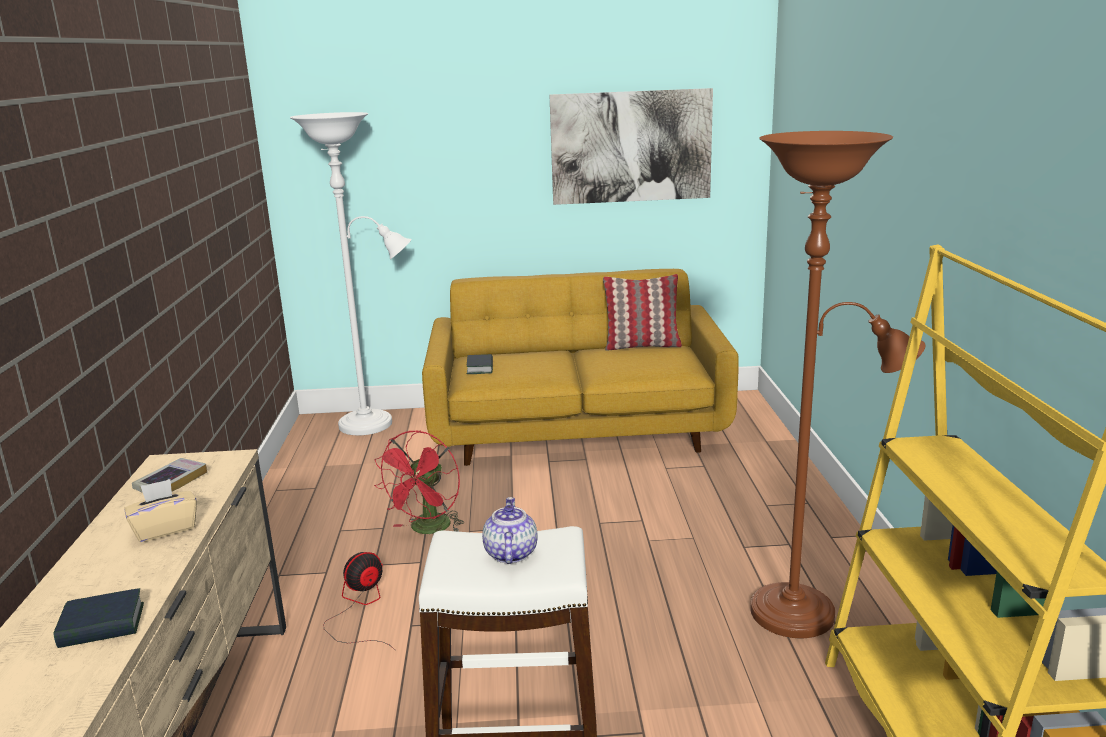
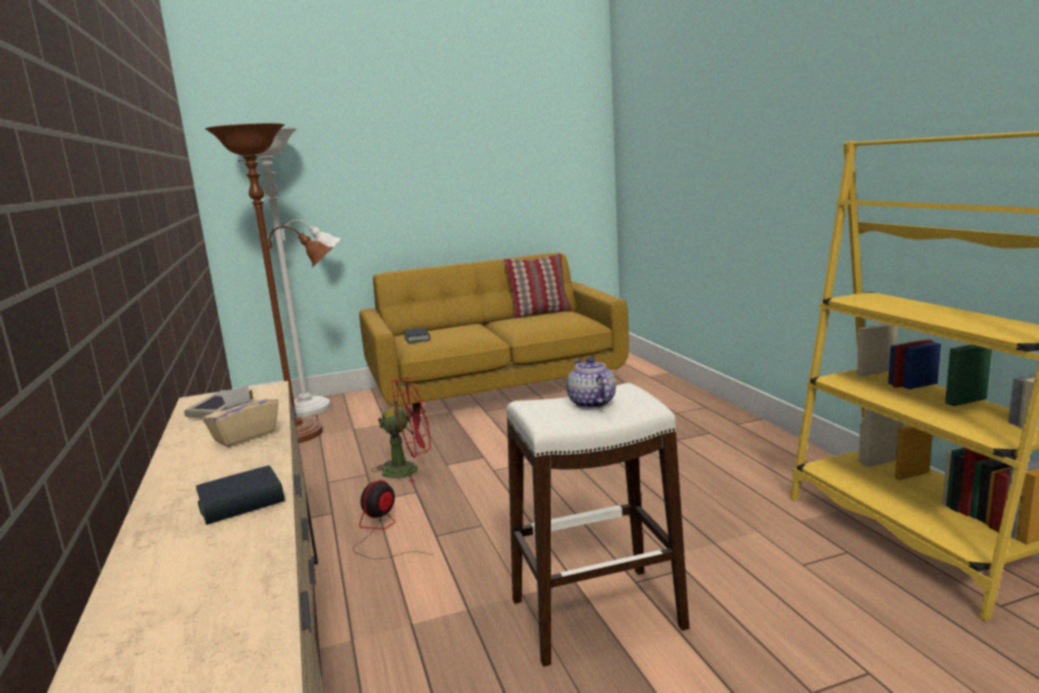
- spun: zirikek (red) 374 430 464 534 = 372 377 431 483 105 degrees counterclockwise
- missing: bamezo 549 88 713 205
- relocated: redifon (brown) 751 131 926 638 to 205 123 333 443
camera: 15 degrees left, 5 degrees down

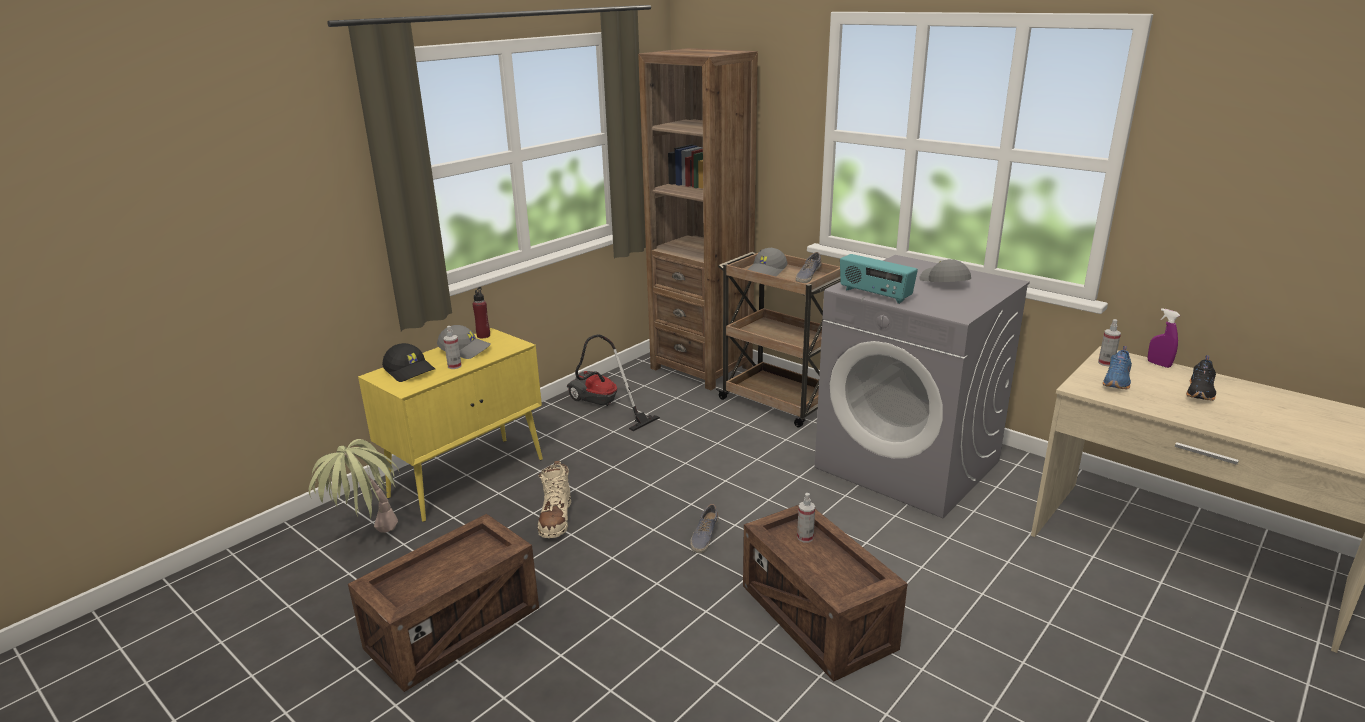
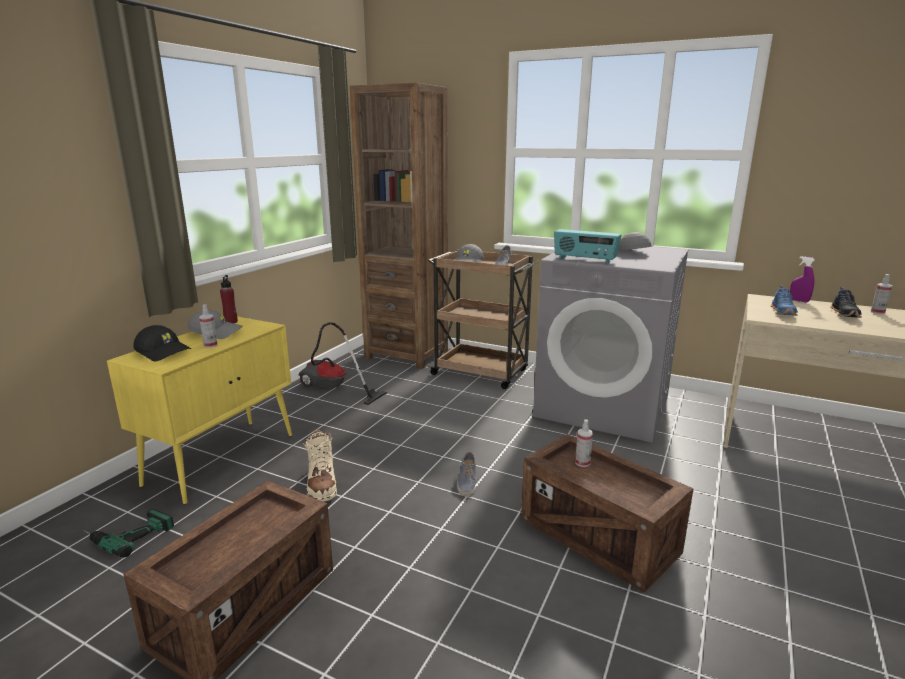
- exchanged: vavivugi 309 439 400 533 to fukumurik 83 509 174 558
- relocated: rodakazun 1098 319 1121 366 to 871 274 892 314
camera: 15 degrees left, 5 degrees down

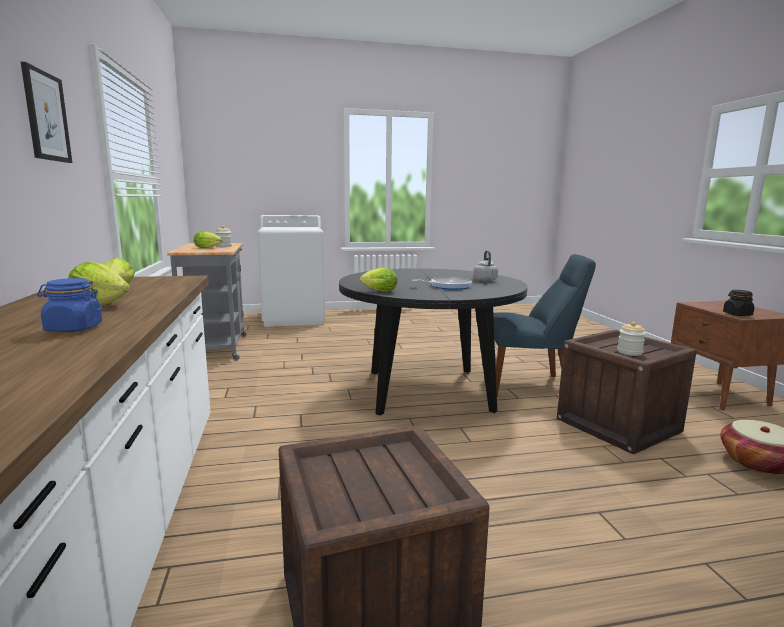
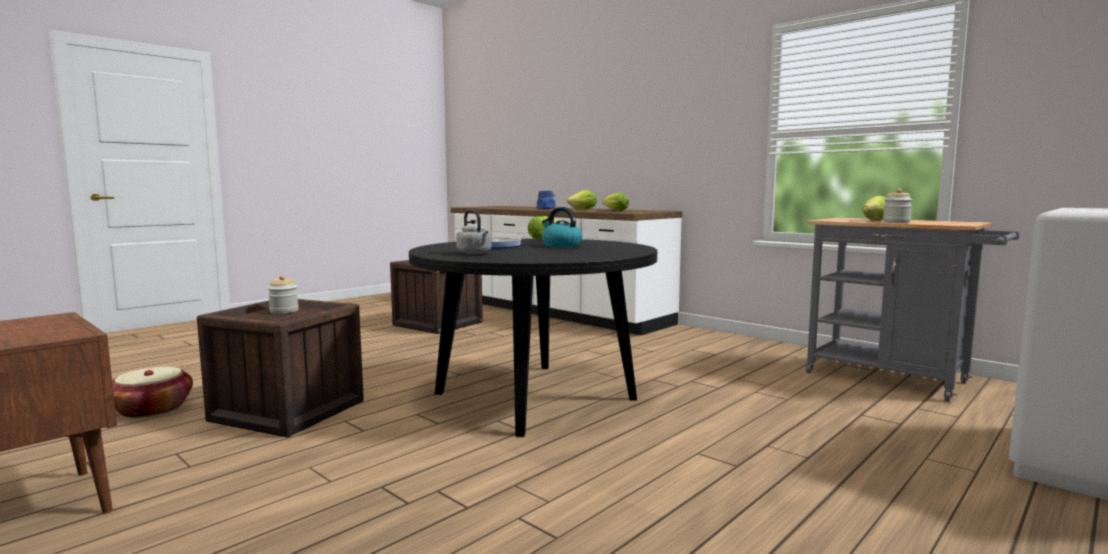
- missing: bamezo 21 62 72 163
- missing: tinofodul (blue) 493 254 596 396
- missing: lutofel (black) 723 290 754 316
- appeared: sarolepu 542 207 582 248
camera: 145 degrees right, 5 degrees down

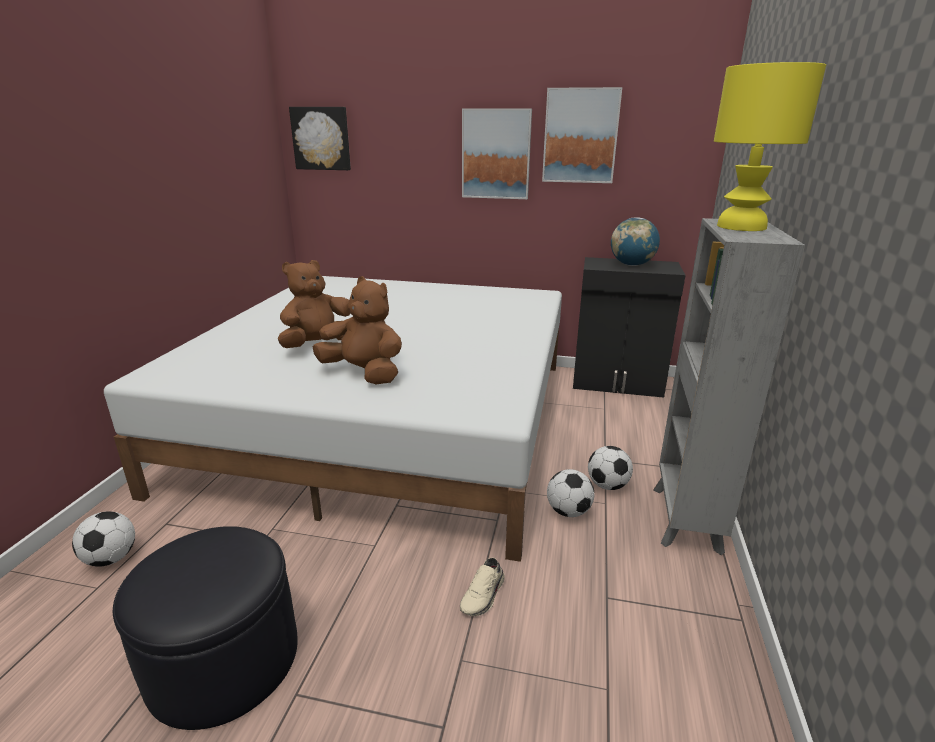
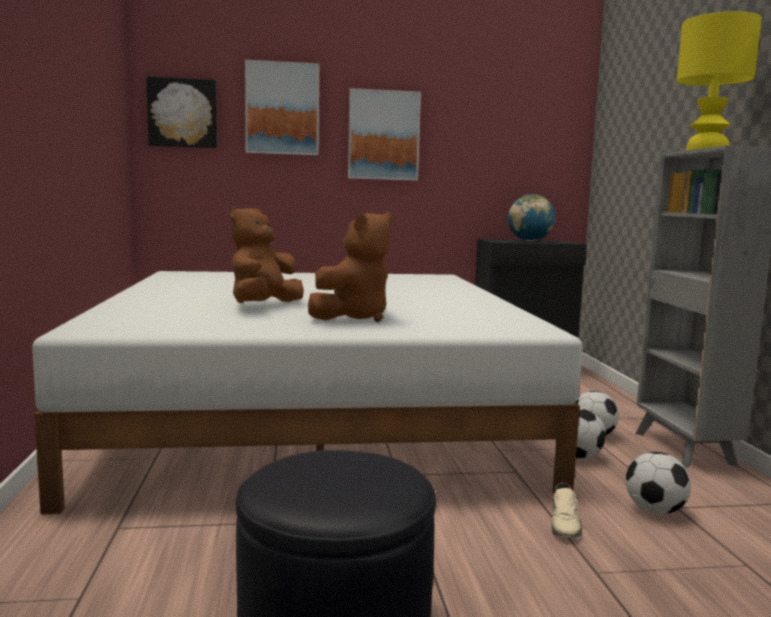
- relocated: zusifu 72 511 135 567 to 626 452 691 514
- spun: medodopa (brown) 313 276 402 384 = 308 212 392 322 120 degrees clockwise
- relocated: bamezo 542 87 622 183 to 245 60 319 155
camera: 20 degrees left, 15 degrees down

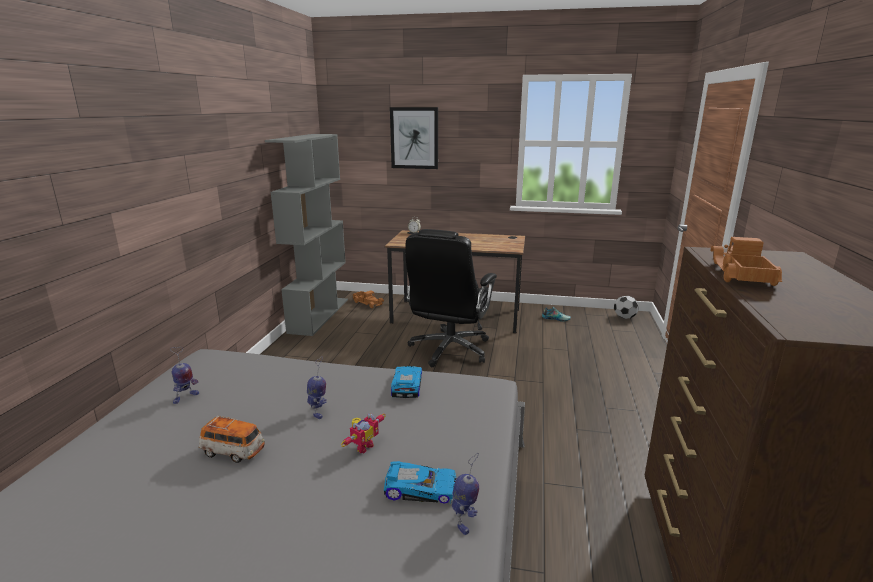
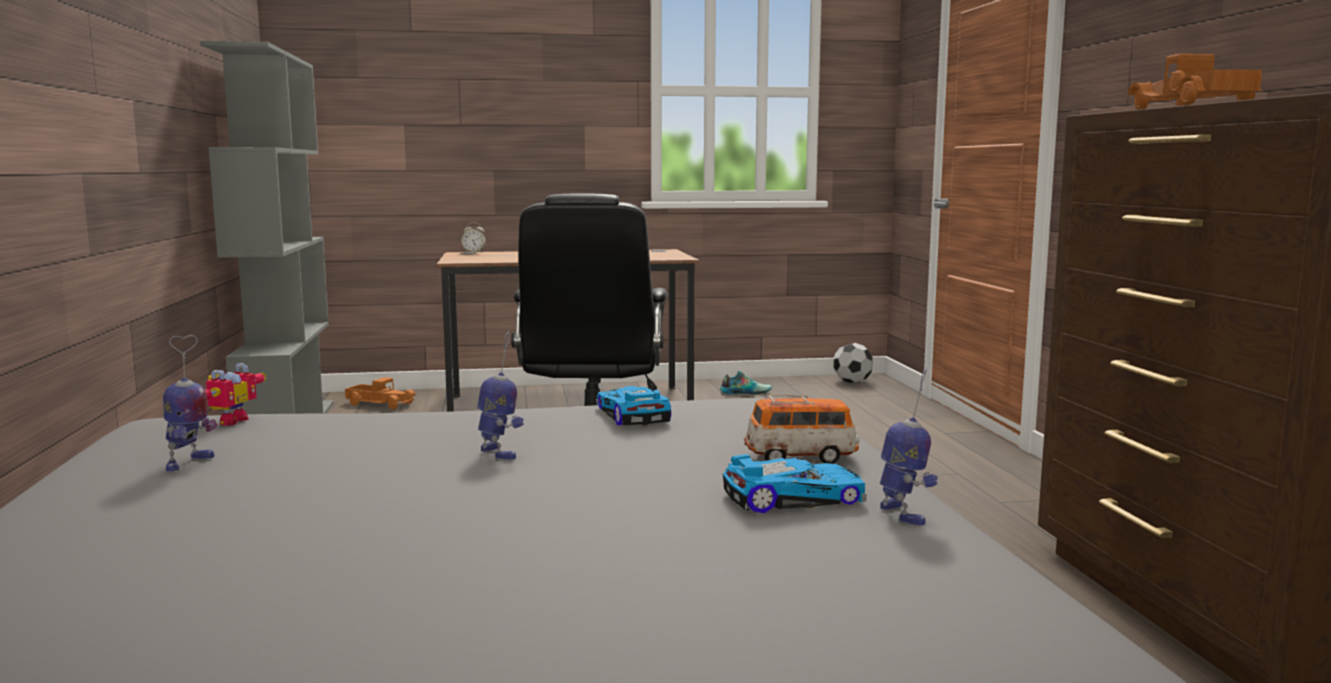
- relocated: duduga 199 416 265 463 to 744 395 860 464
- relocated: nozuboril 341 413 386 453 to 205 363 267 426
- missing: bamezo 390 107 438 169
camera: 20 degrees left, 10 degrees down

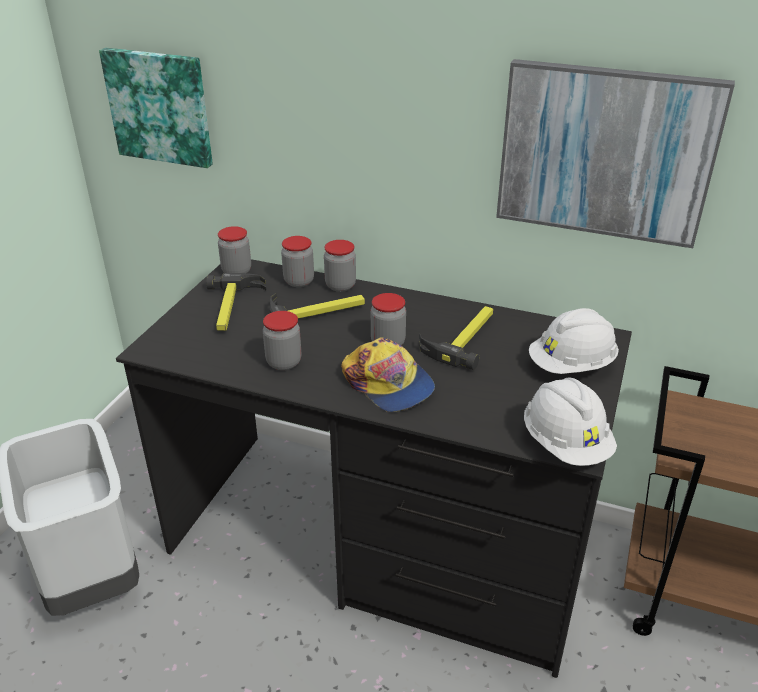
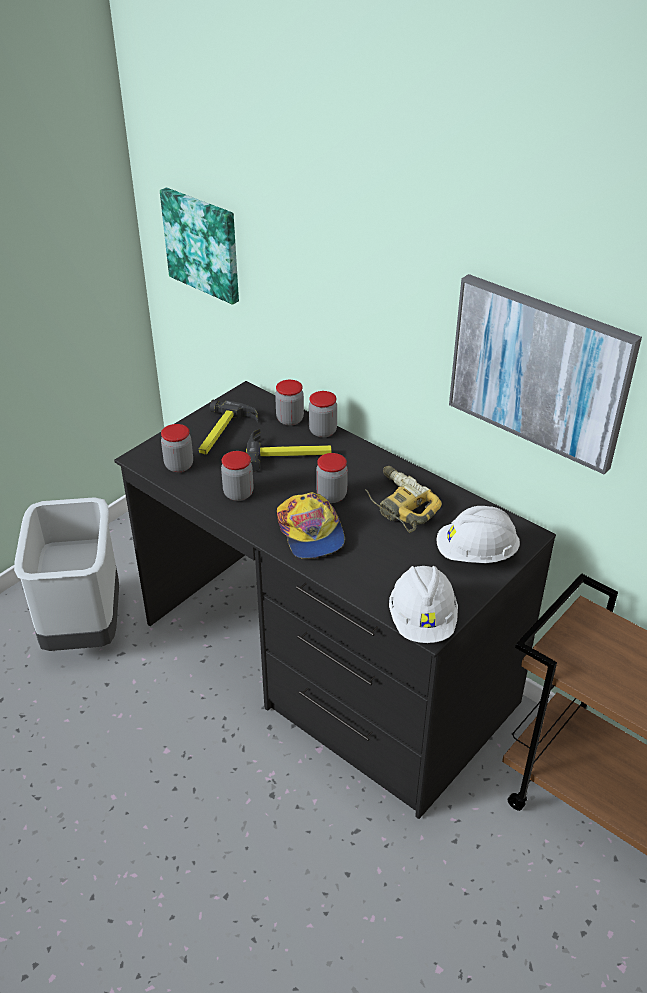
- relocated: lutofel 218 226 251 273 to 161 424 193 472
- exchanged: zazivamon 419 306 493 370 to fukumurik 365 466 442 533
camera: 20 degrees right, 5 degrees up

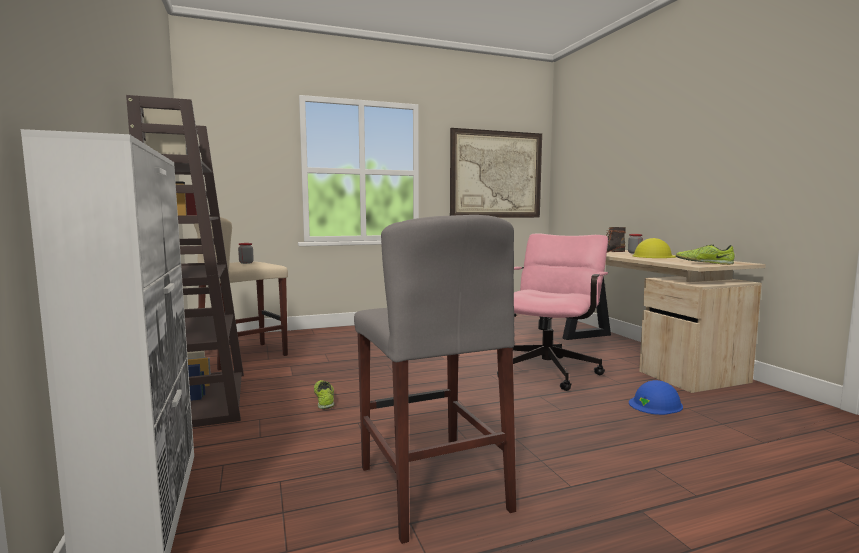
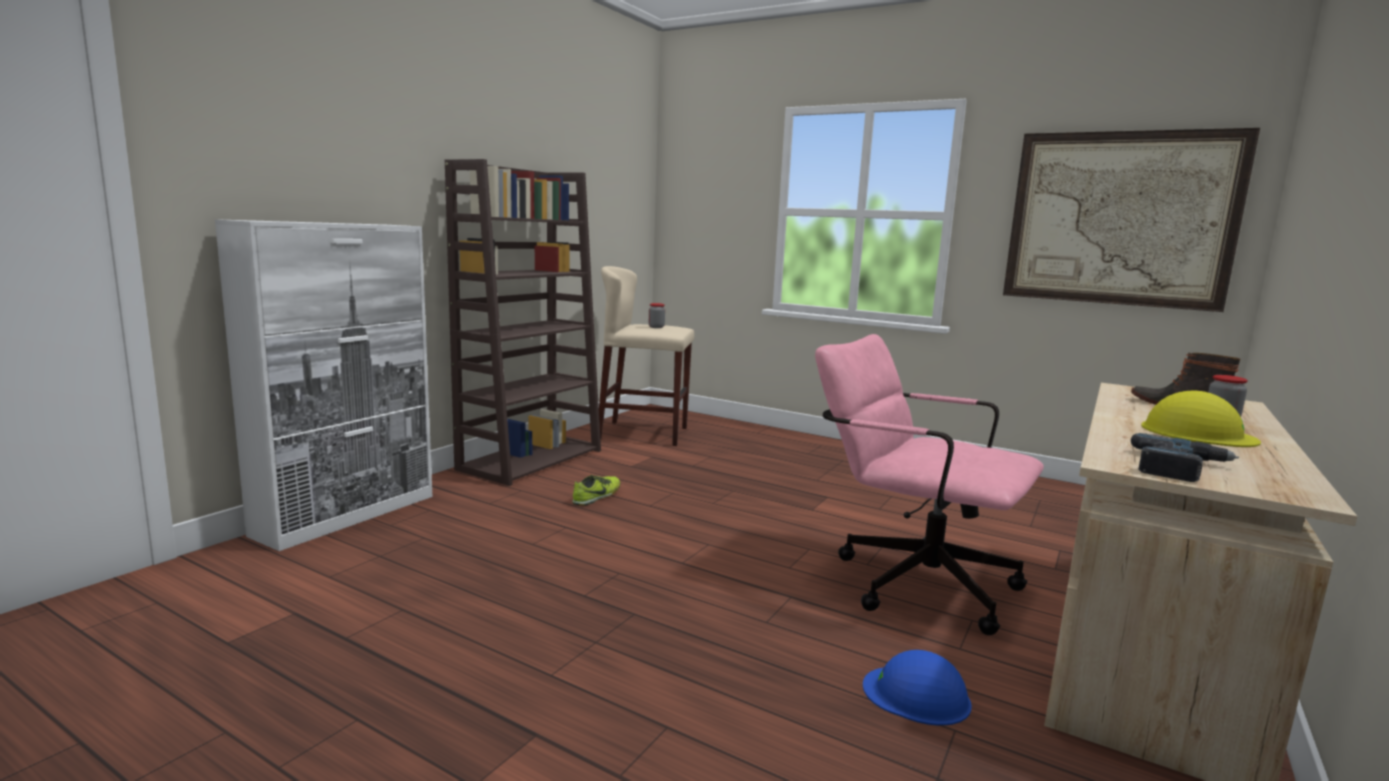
- missing: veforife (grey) 354 215 516 544
- spun: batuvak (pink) 497 233 608 391 = 815 334 1044 635 135 degrees counterclockwise
- exchanged: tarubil 676 244 734 265 to fukumurik 1131 433 1239 482
camera: 50 degrees right, 5 degrees up

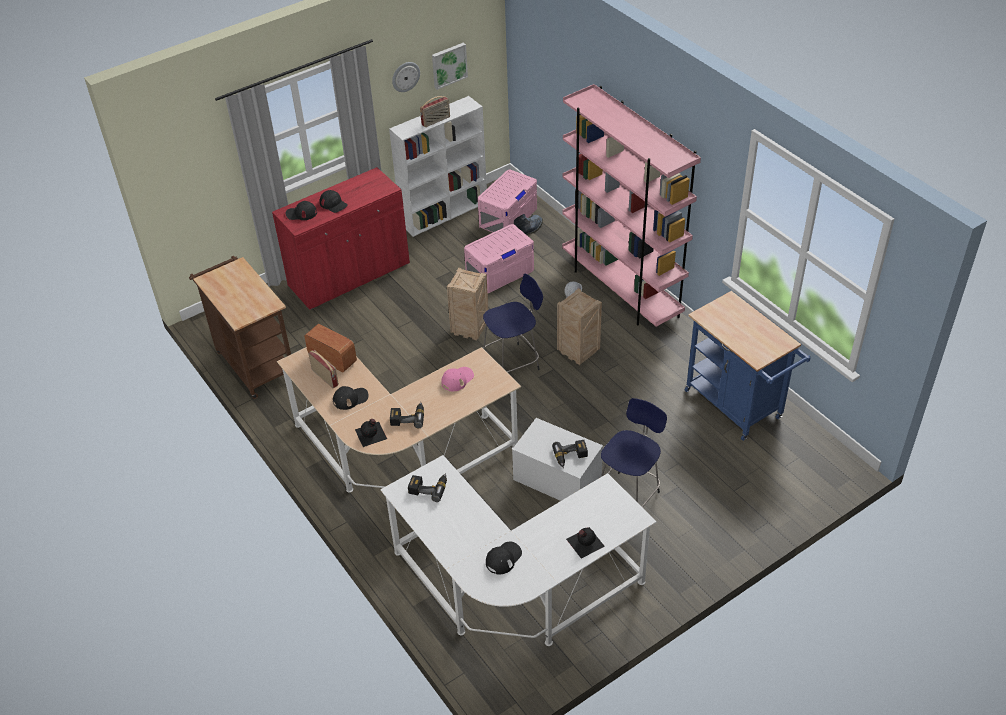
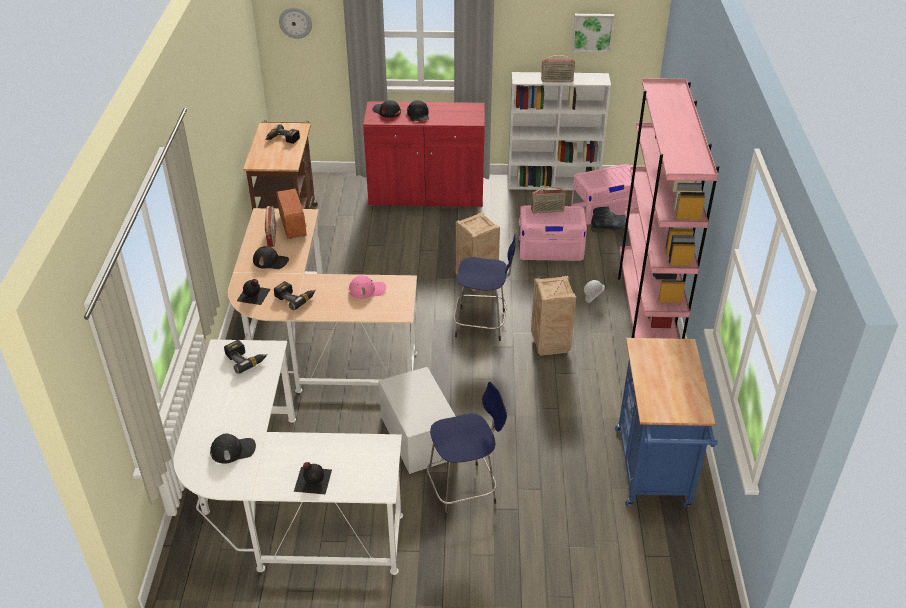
- relocated: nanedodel 392 62 420 92 to 279 8 312 39
- relocated: fukumurik 552 440 588 468 to 266 124 300 144
- appeared: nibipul 531 187 566 214
camera: 35 degrees right, 5 degrees down

